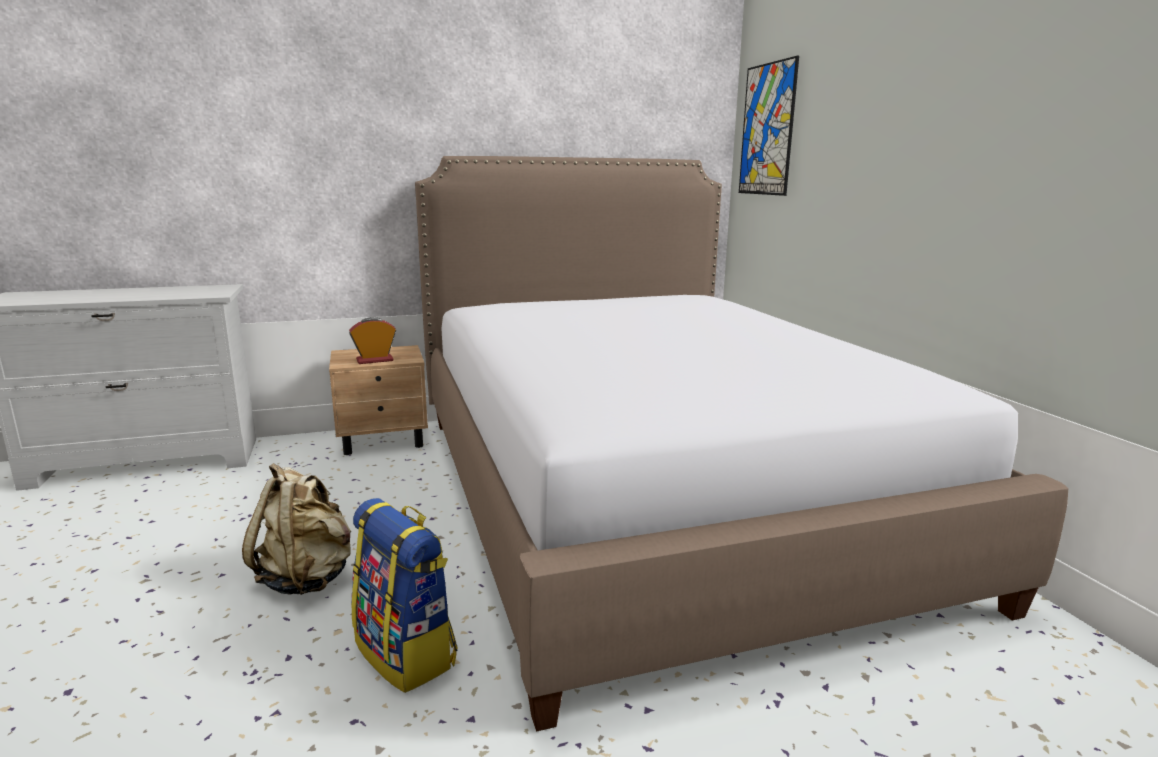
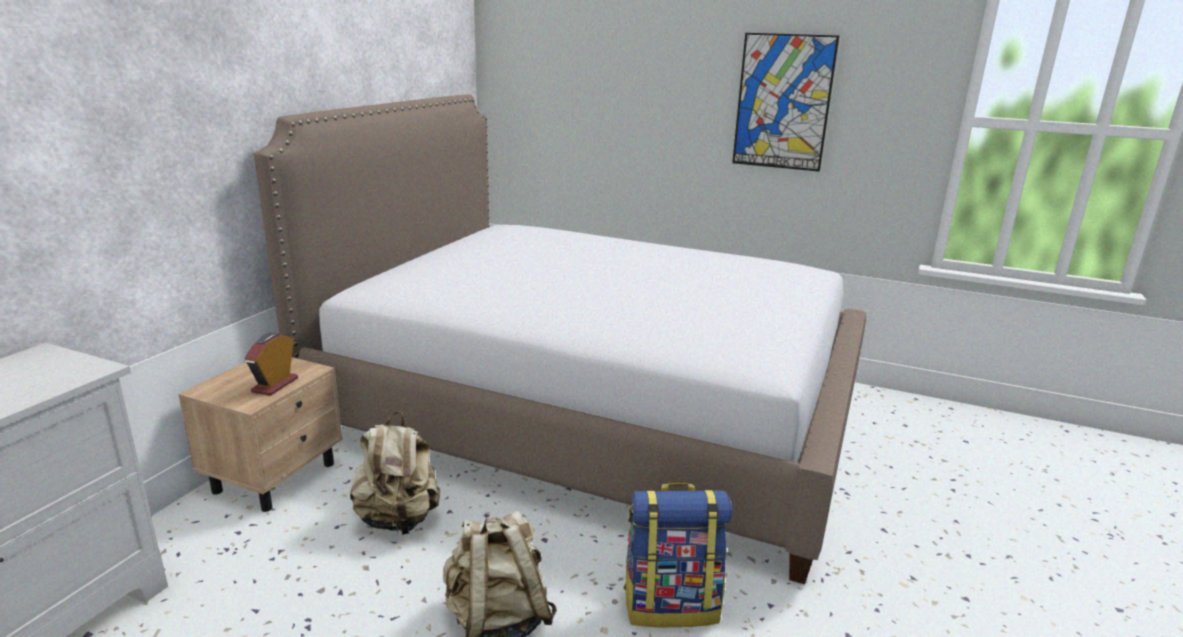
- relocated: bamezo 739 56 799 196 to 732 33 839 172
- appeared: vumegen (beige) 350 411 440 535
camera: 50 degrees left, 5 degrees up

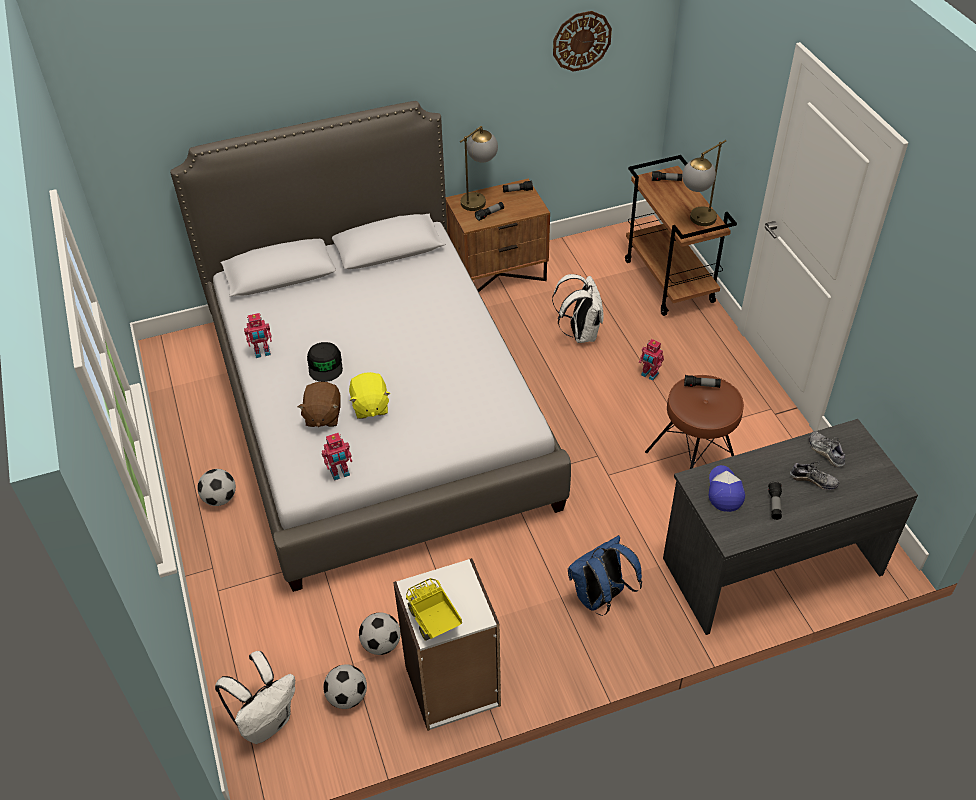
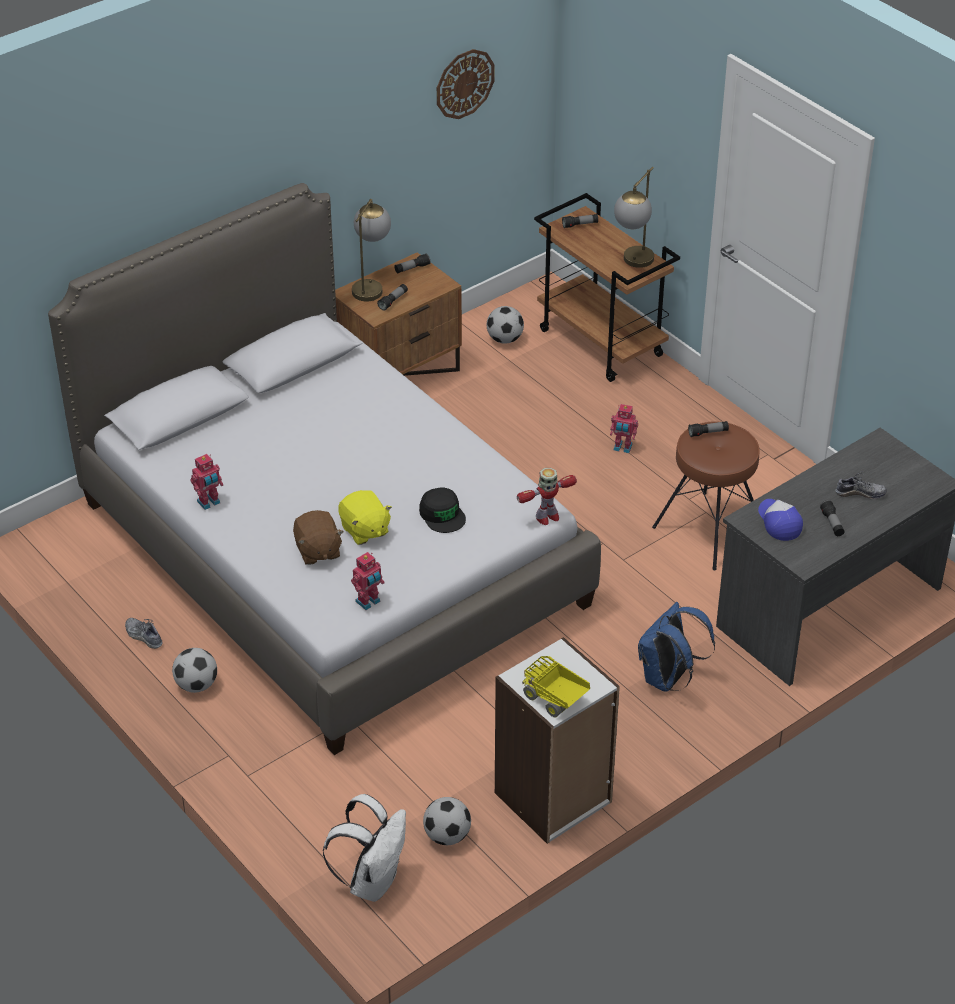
- relocated: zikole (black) 307 342 343 382 to 419 487 466 533
- relocated: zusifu 359 612 401 655 to 487 306 524 344
- missing: vumegen (white) 552 274 603 343
- relocated: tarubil 809 431 845 467 to 125 618 163 649
- appeared: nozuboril 517 468 577 525
camera: 20 degrees left, 5 degrees down

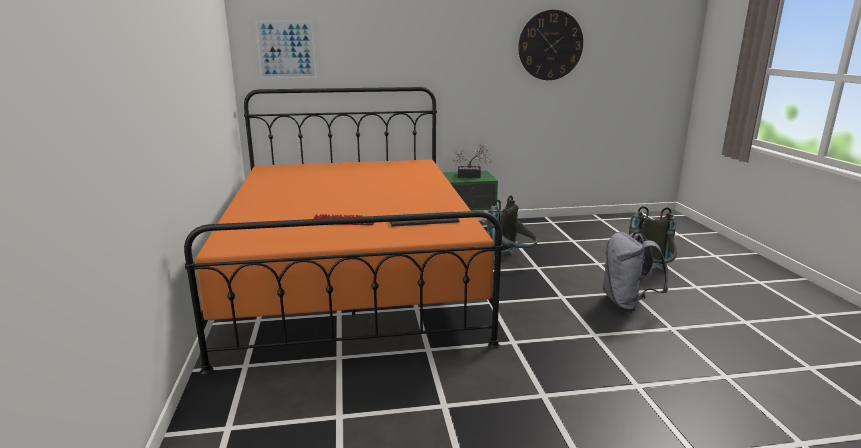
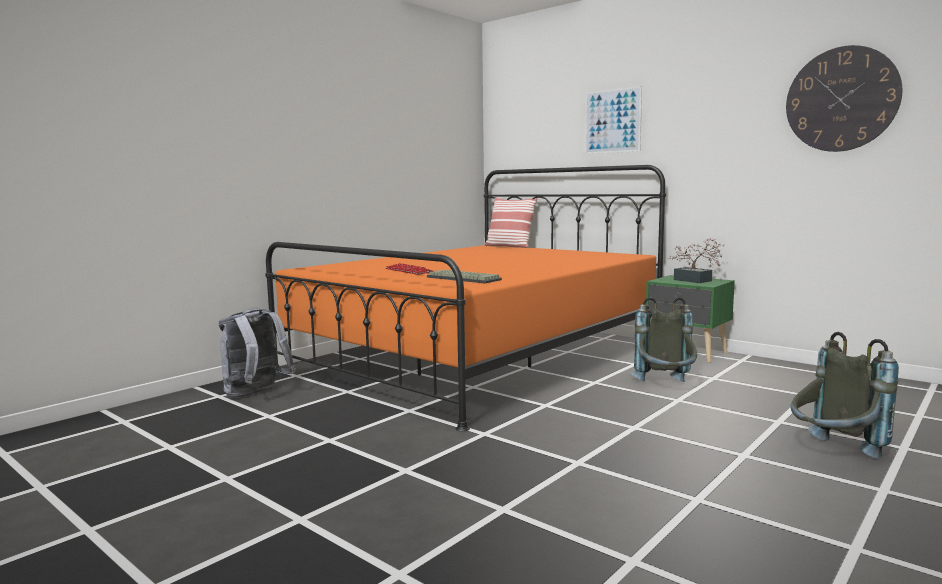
- relocated: bamezo 255 20 316 78 to 585 86 642 154
- relocated: vumegen (grey) 602 232 668 312 to 219 308 296 397
- appeared: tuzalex 485 197 537 248
camera: 50 degrees right, 10 degrees down

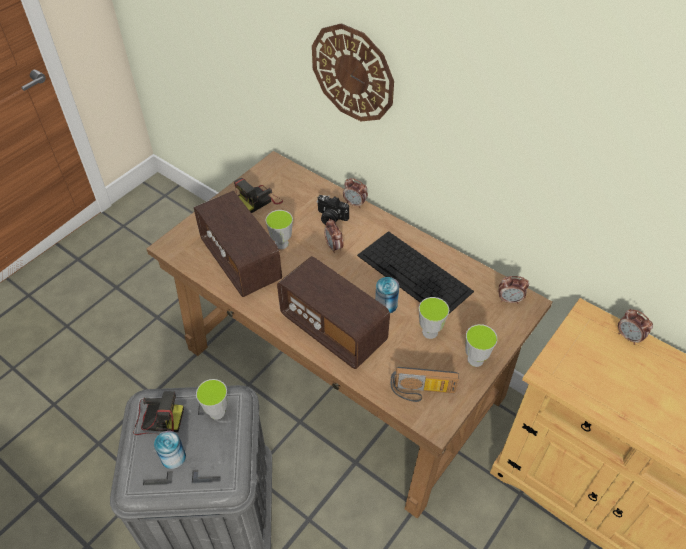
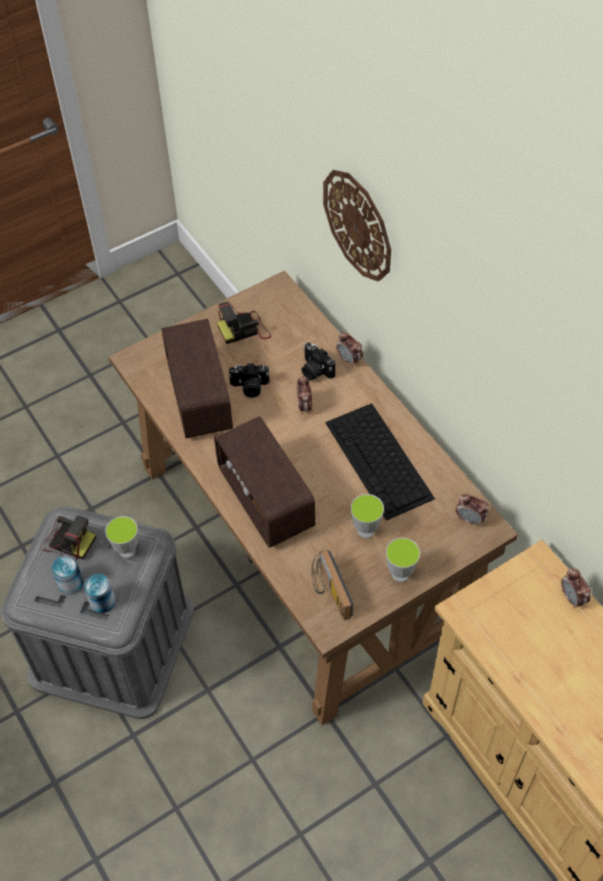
- exchanged: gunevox 265 210 293 249 to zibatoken 229 363 269 398
- relocated: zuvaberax 375 277 399 313 to 84 574 116 613
- spun: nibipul 390 367 459 402 = 312 550 353 621 45 degrees clockwise
camera: 20 degrees right, 5 degrees up

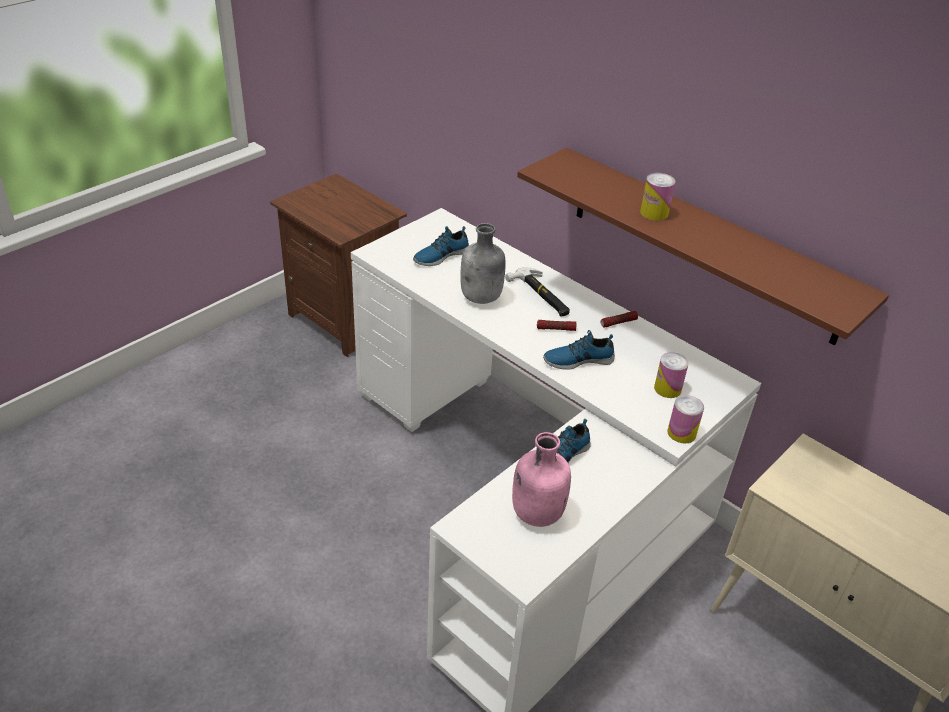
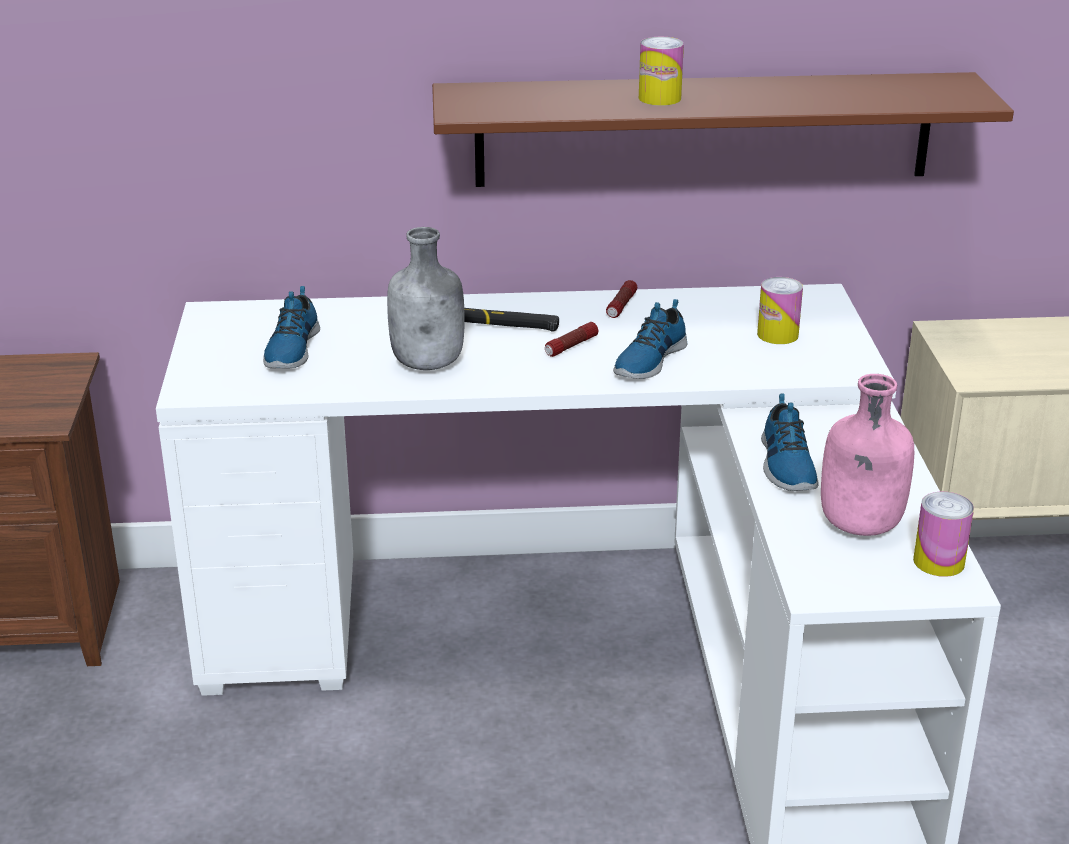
- relocated: zuvaberax 667 395 704 443 to 913 492 974 577
camera: 45 degrees left, 10 degrees down

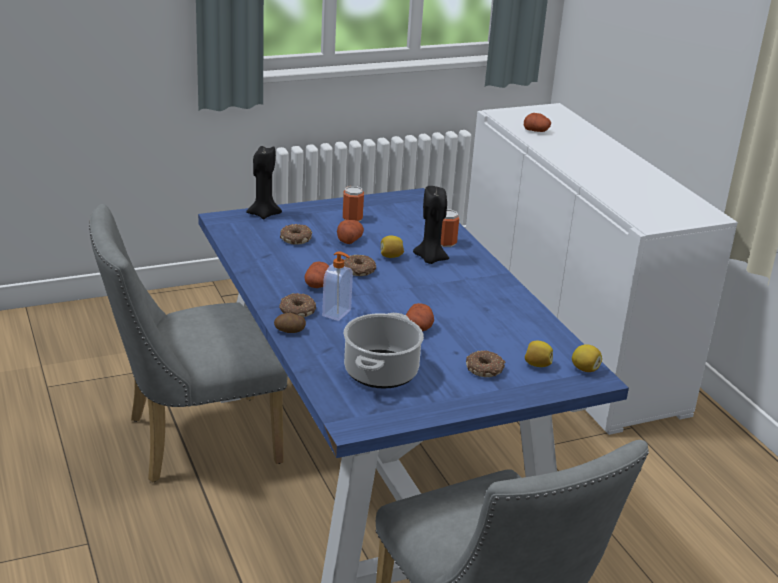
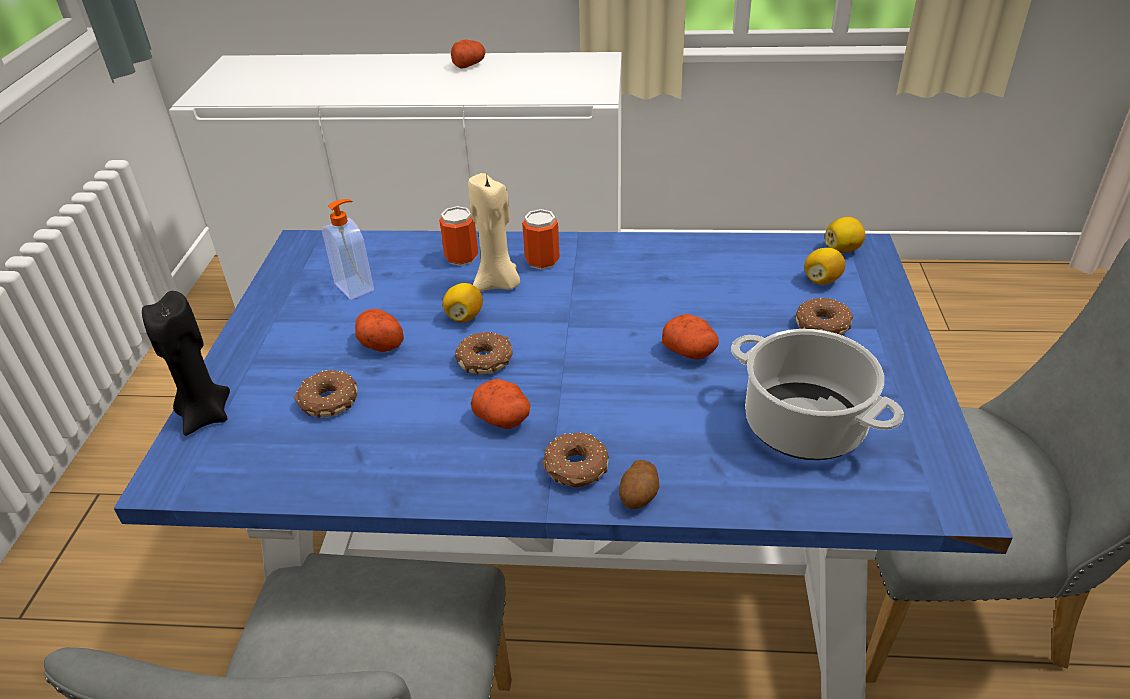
- relocated: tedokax 322 251 353 321 to 322 199 374 300
- relocated: zuvaberax 343 186 364 222 to 522 209 560 270
- colour: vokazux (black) 413 186 449 264 to vokazux (beige) 468 173 520 292
- relocated: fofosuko 524 113 551 132 to 451 39 485 69
camera: 60 degrees left, 10 degrees up

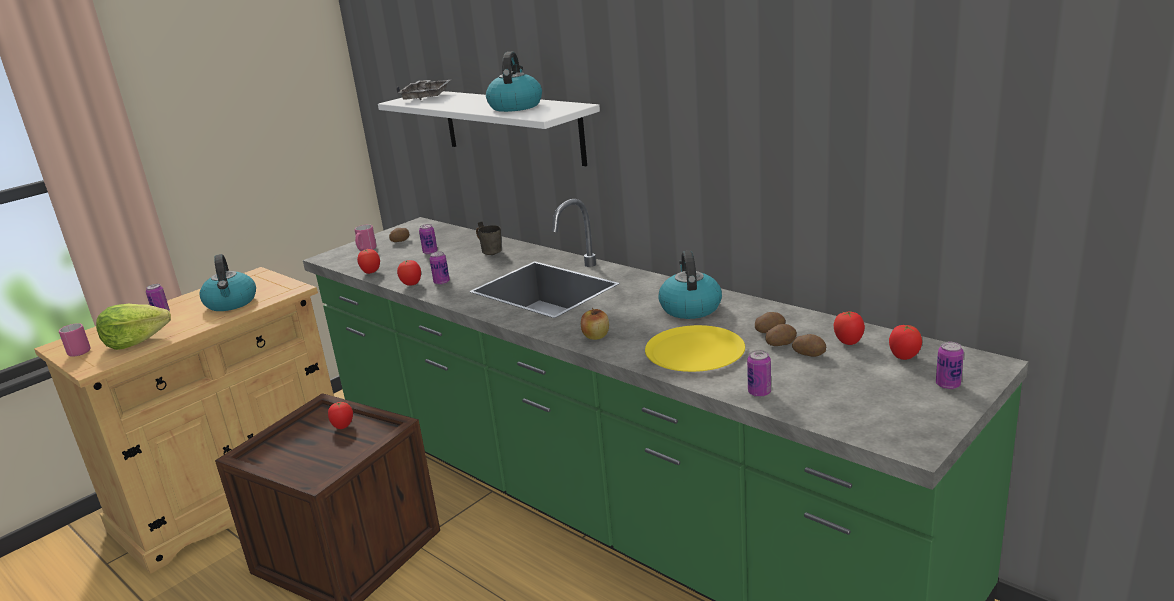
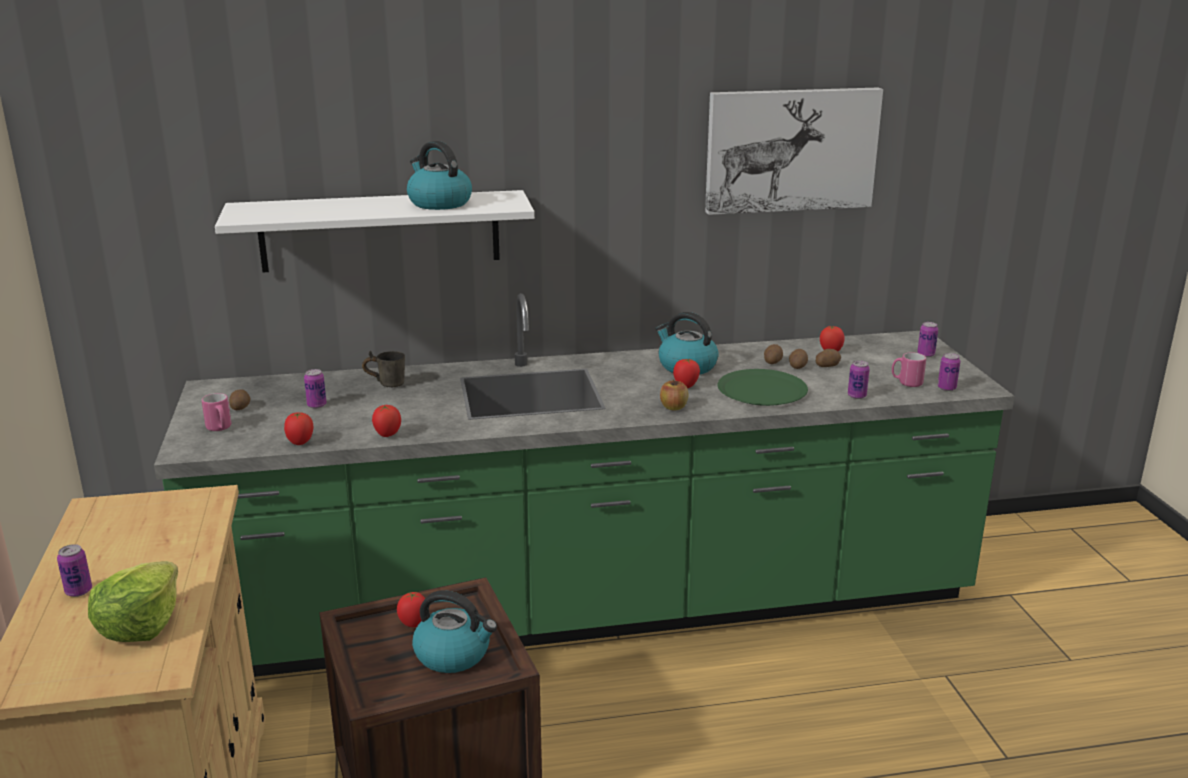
- relocated: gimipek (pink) 59 323 91 357 to 892 352 926 387
- relocated: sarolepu 199 254 256 311 to 412 590 497 673
- missing: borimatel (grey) 396 80 450 100
- relocated: zuvaberax 429 252 450 285 to 938 353 960 391
- colour: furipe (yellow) 645 325 745 372 to furipe (green) 717 369 808 406
- relocated: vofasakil 889 325 922 360 to 673 359 700 388
- appeared: bamezo 705 88 883 215
camera: 55 degrees left, 0 degrees up

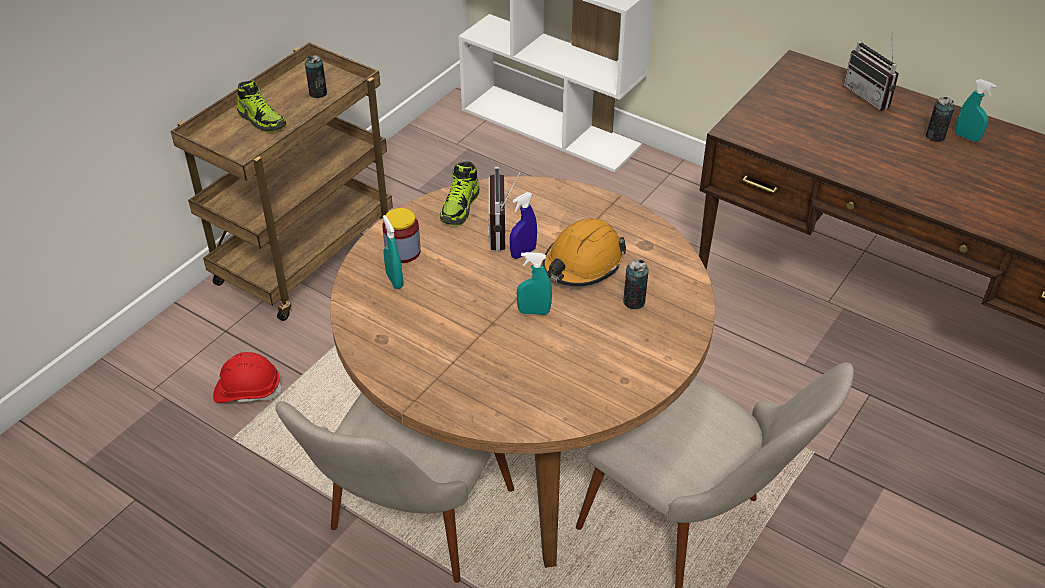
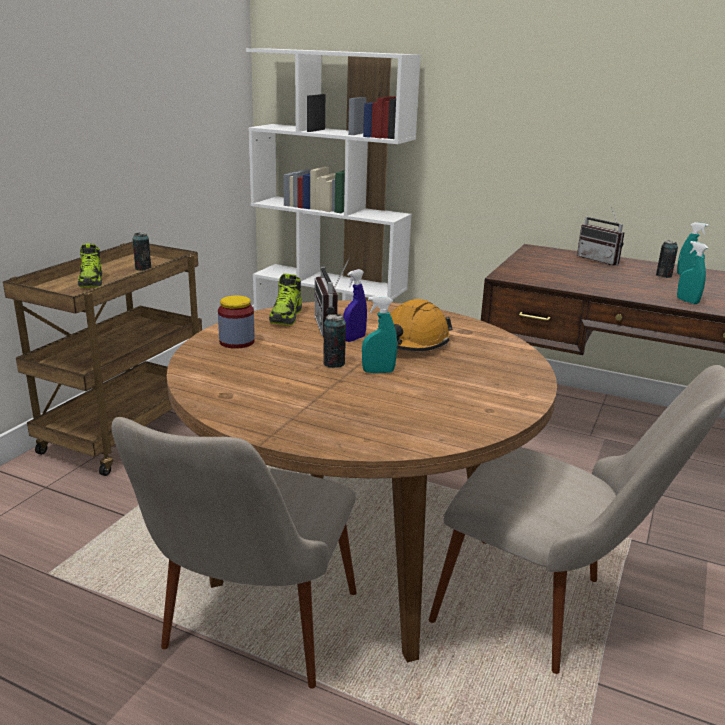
- missing: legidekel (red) 213 352 283 403
- spun: tarubil 237 80 286 132 = 78 244 102 288 45 degrees clockwise
- relocated: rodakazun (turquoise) 383 215 403 289 to 677 241 708 304
- relocated: zuvaberax 623 259 649 309 to 323 314 346 368
camera: 10 degrees left, 20 degrees down

